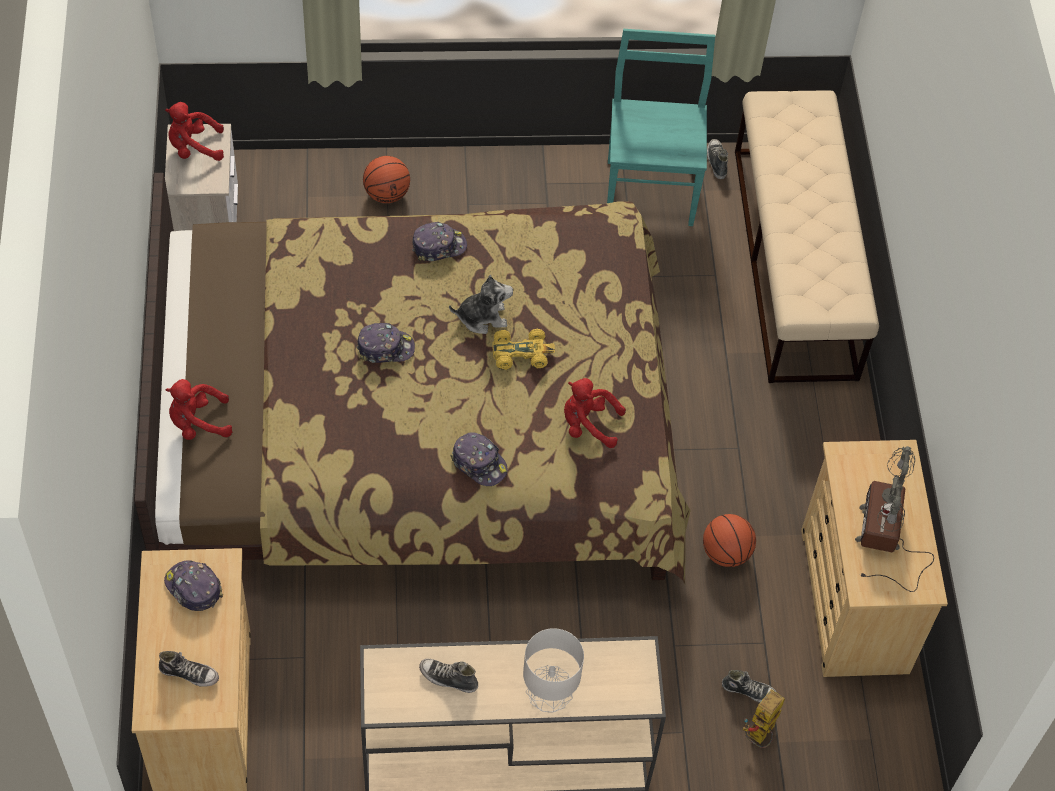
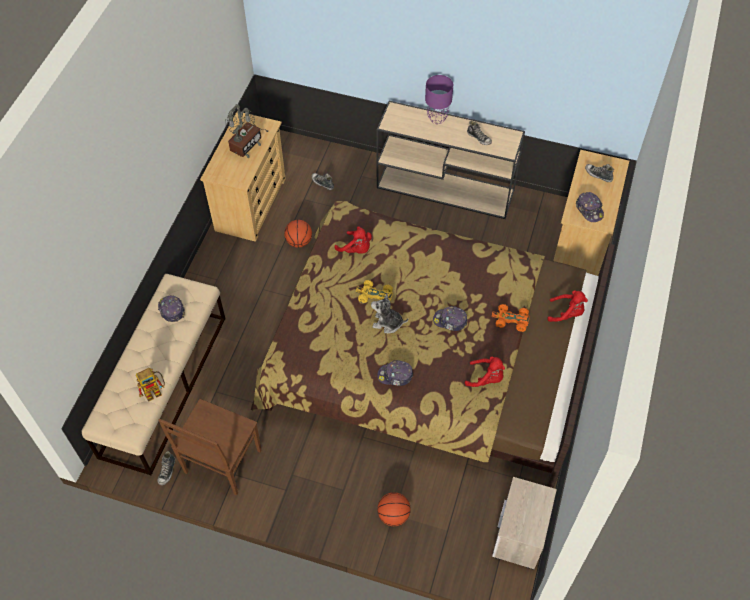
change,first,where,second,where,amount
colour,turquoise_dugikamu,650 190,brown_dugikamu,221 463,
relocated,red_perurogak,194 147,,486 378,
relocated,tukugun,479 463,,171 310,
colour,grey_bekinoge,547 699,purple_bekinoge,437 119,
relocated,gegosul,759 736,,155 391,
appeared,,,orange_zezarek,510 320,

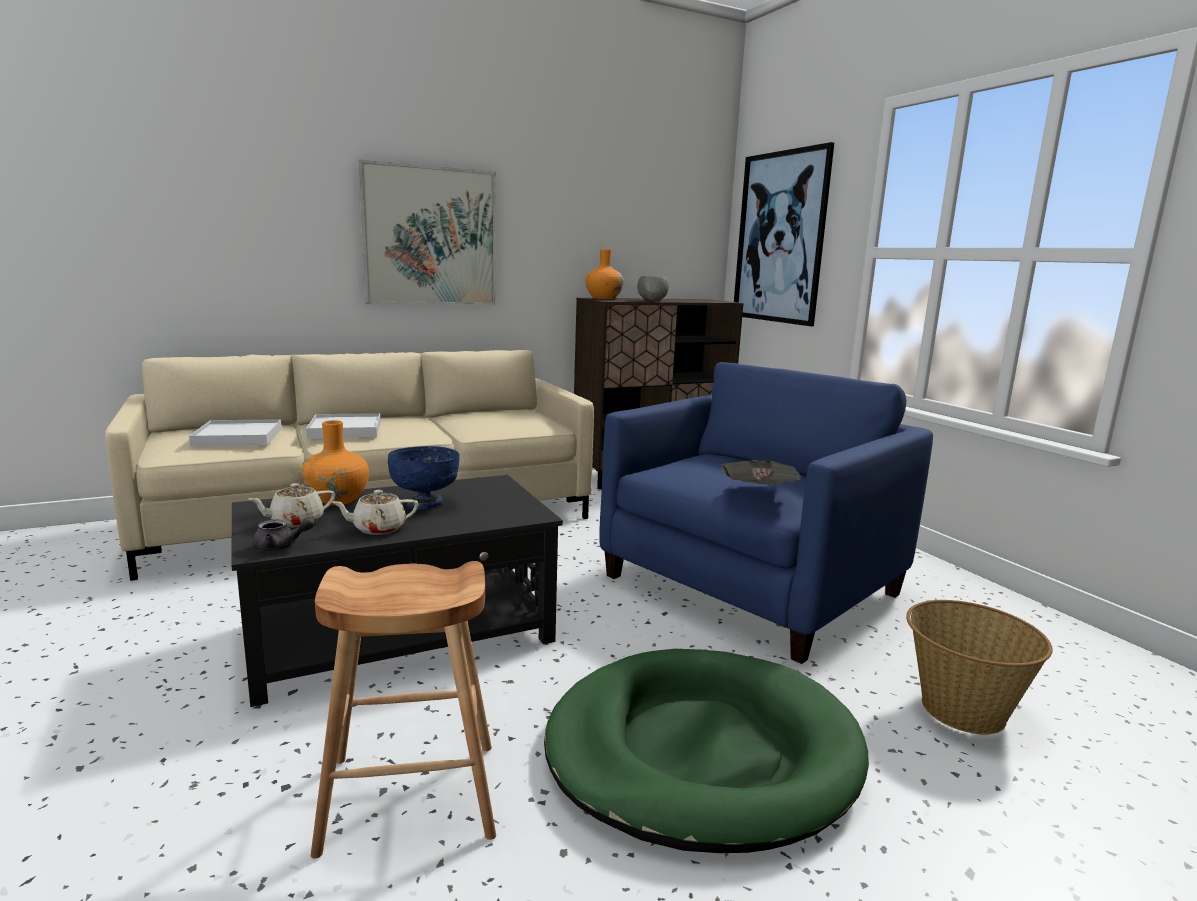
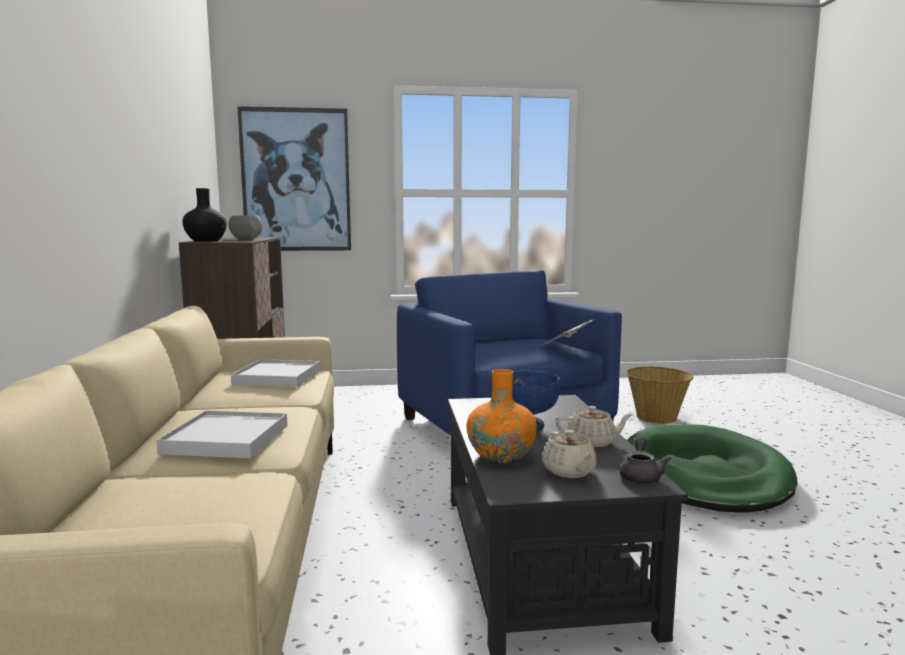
change,first,where,second,where,amount
missing,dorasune,430 237,,,
colour,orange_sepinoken,603 298,black_sepinoken,206 241,
relocated,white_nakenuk,238 437,,277 377,
spun,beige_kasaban,378 528,,592 442,90 degrees counterclockwise
missing,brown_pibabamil,411 796,,,

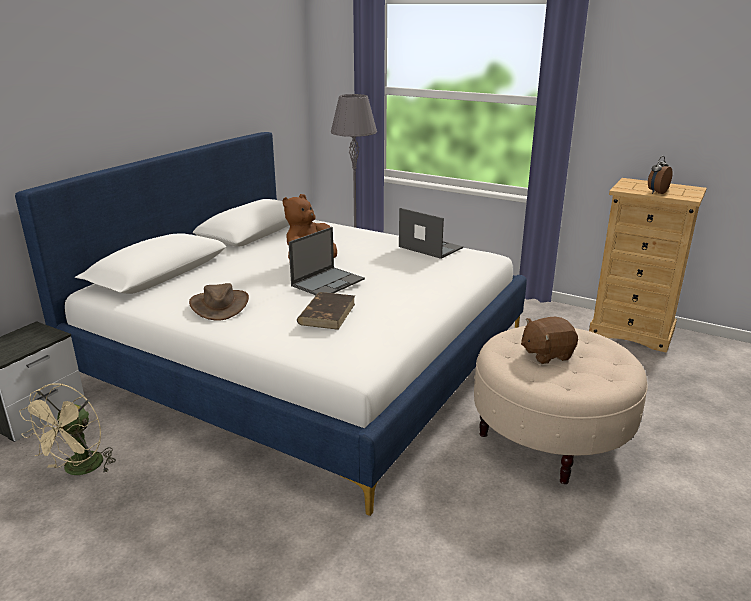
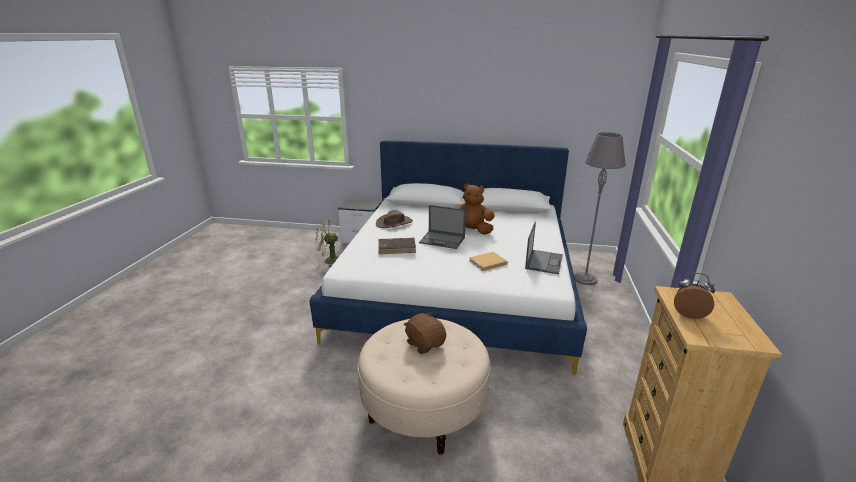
change,first,where,second,where,amount
appeared,,,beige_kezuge,487 262,

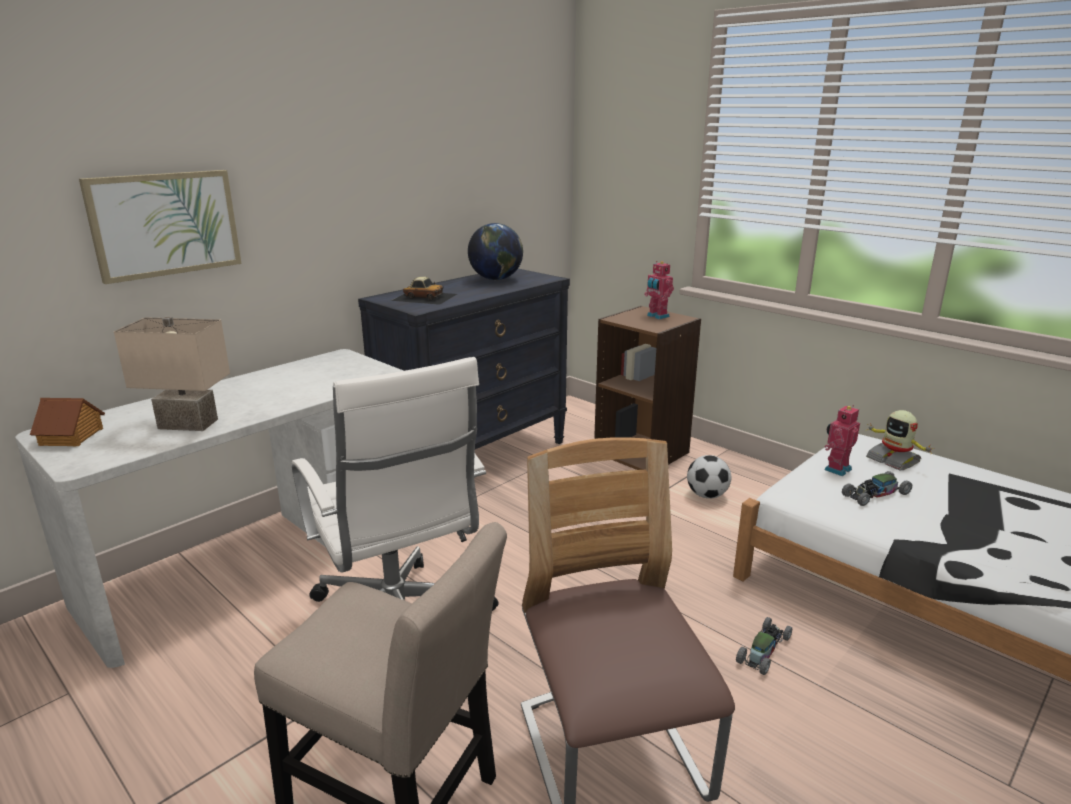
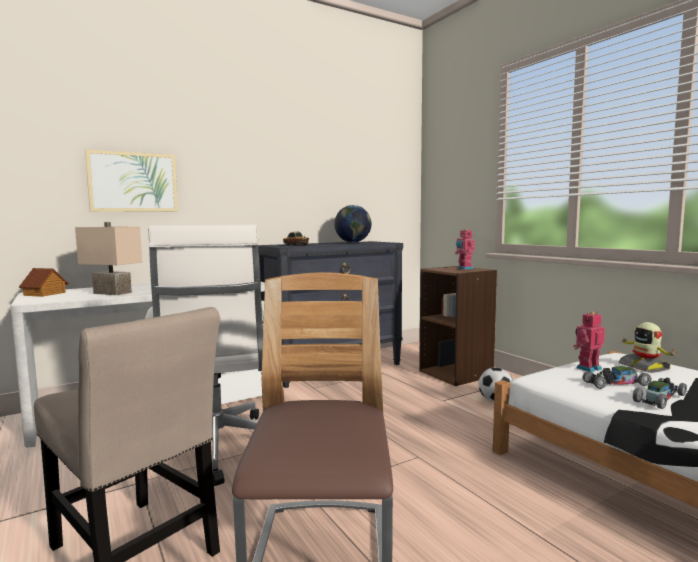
change,first,where,second,where,amount
relocated,zezarek,764 650,,660 398,

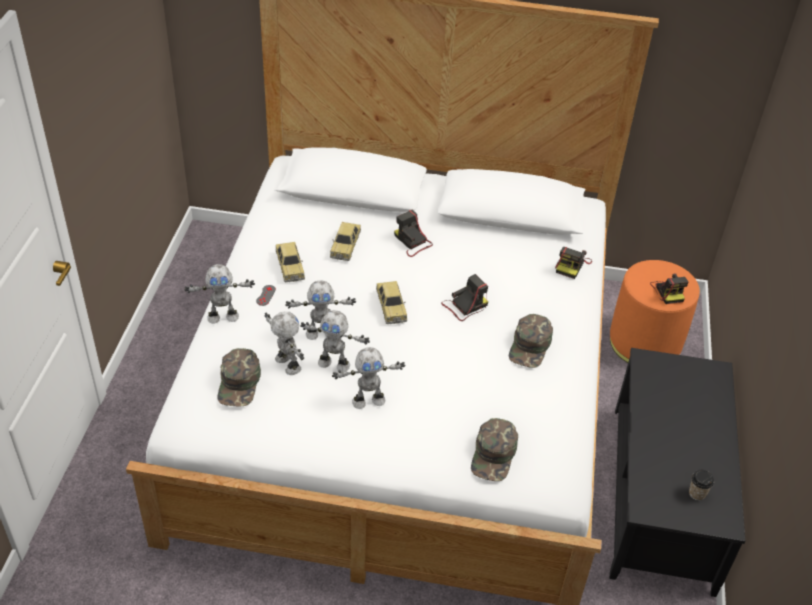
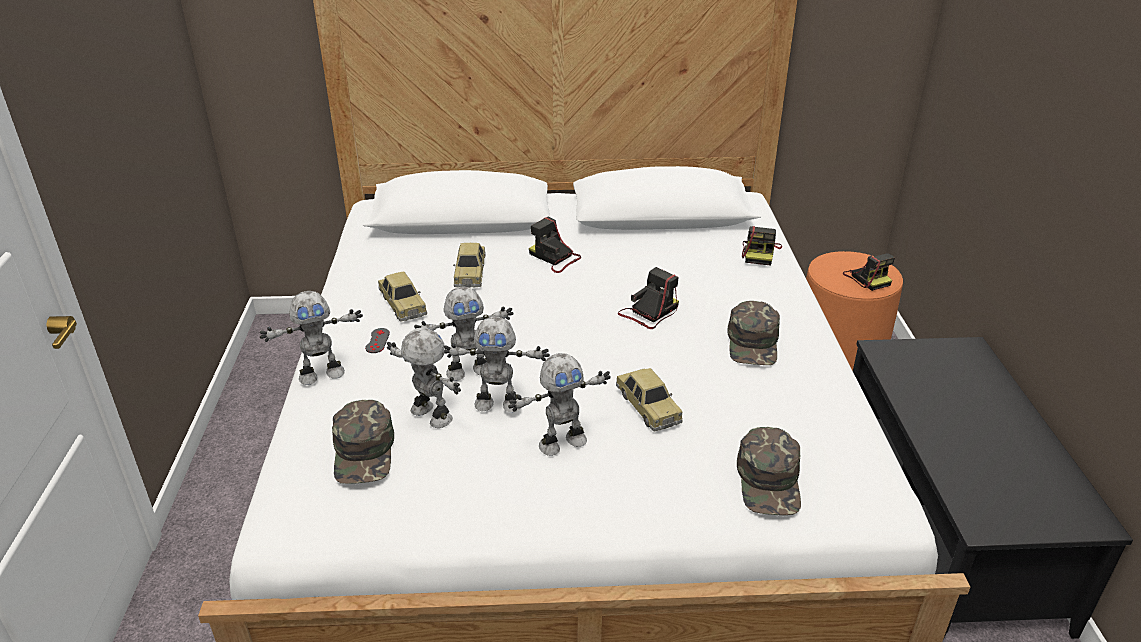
change,first,where,second,where,amount
relocated,zezarek,391 307,,648 406,
missing,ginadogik,697 493,,,

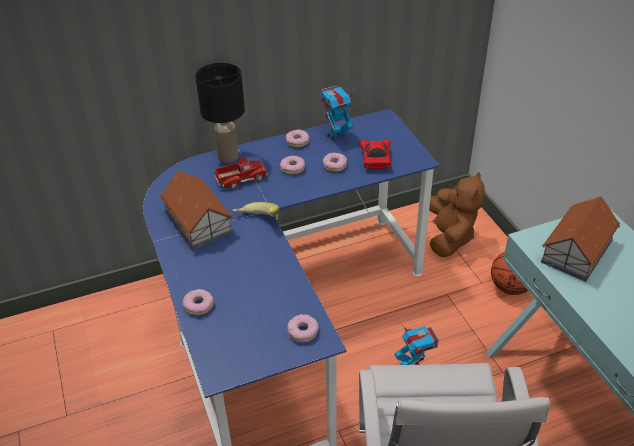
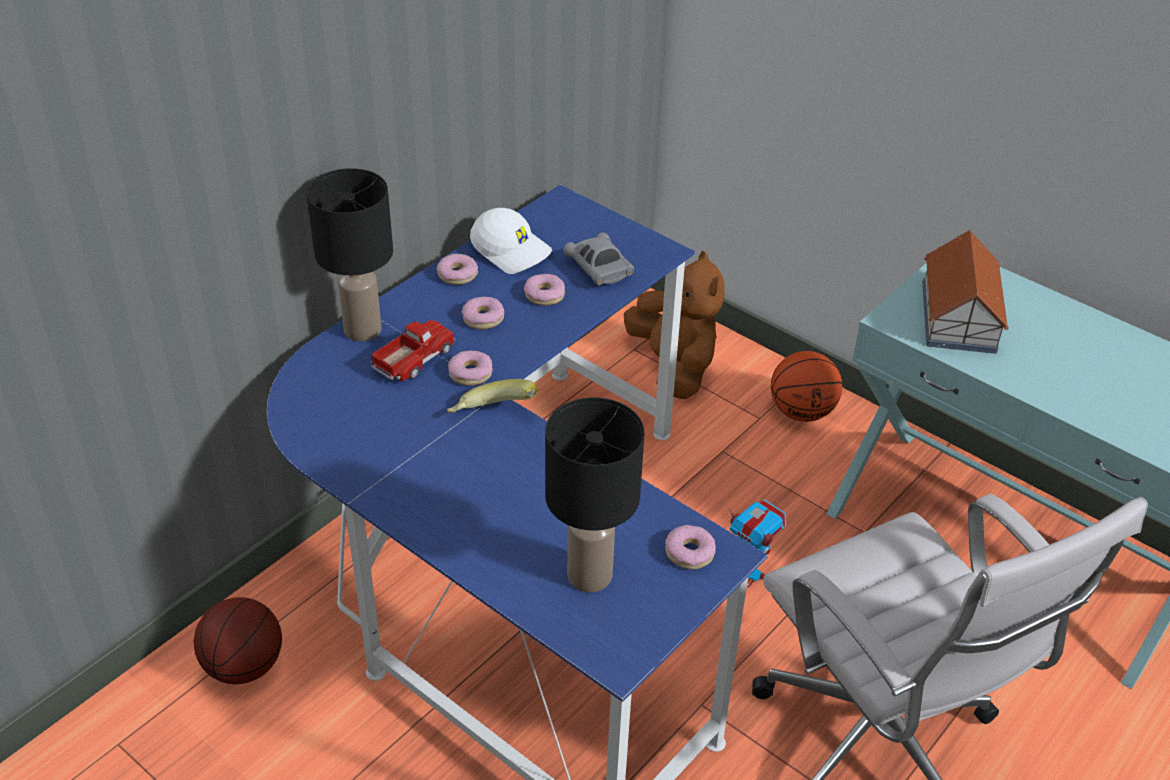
change,first,where,second,where,amount
exchanged,gegosul,336 136,white_tukugun,512 250,
colour,red_zezarek,375 160,grey_zezarek,599 269,
missing,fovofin,198 222,,,
relocated,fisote,198 305,,470 373,
appeared,,,black_bekinoge,591 575,
appeared,,,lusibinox,244 666,

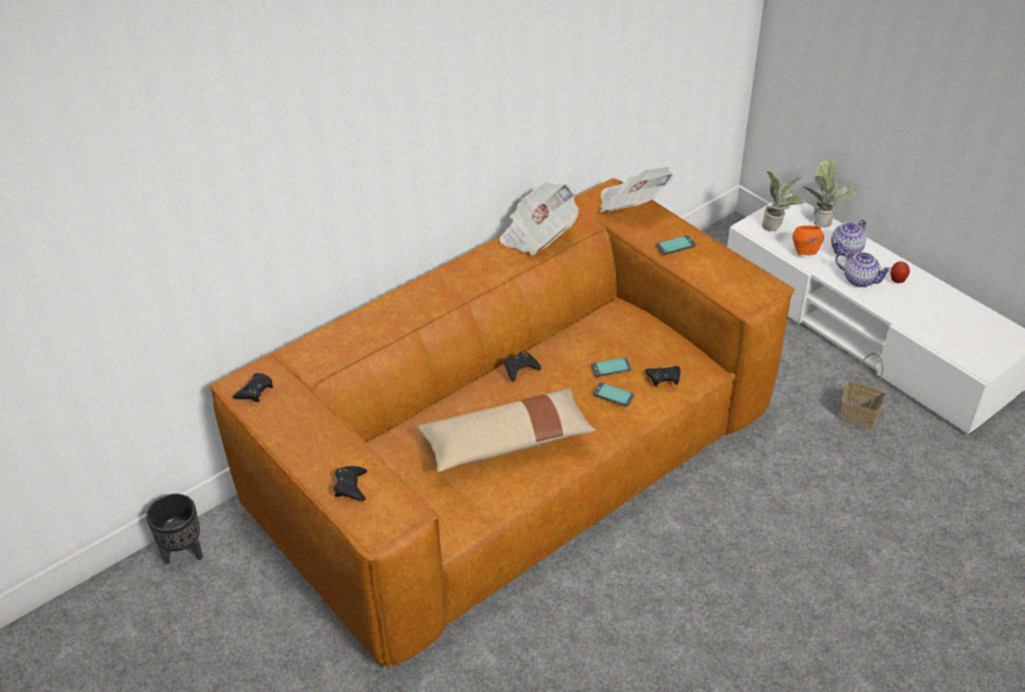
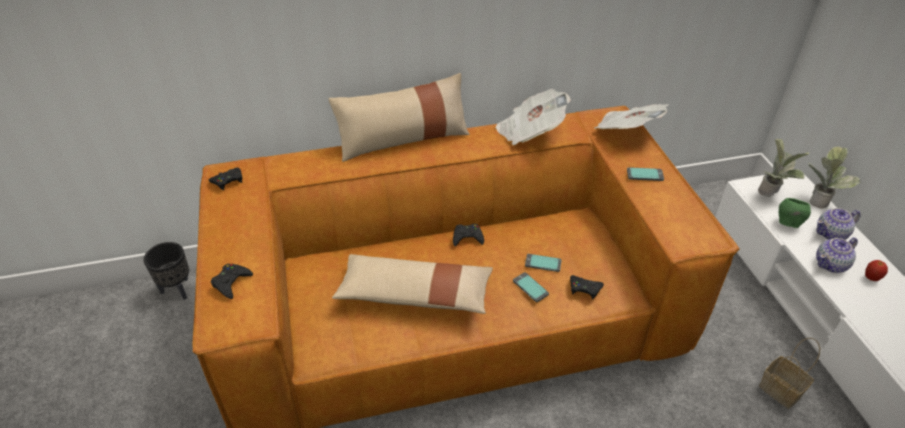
change,first,where,second,where,amount
colour,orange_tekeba,805 252,green_tekeba,788 223,
spun,kasaban,859 279,,831 264,90 degrees clockwise
appeared,,,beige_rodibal,403 139,

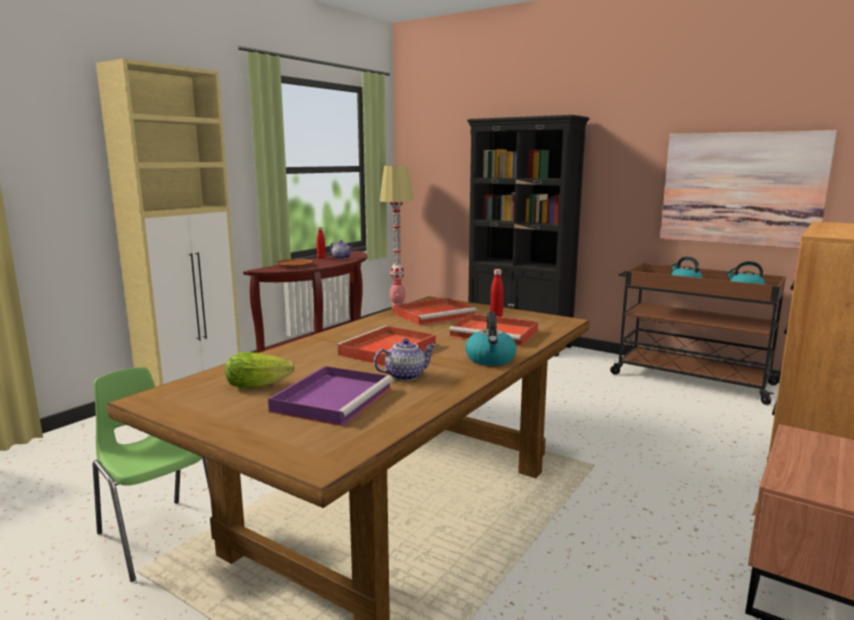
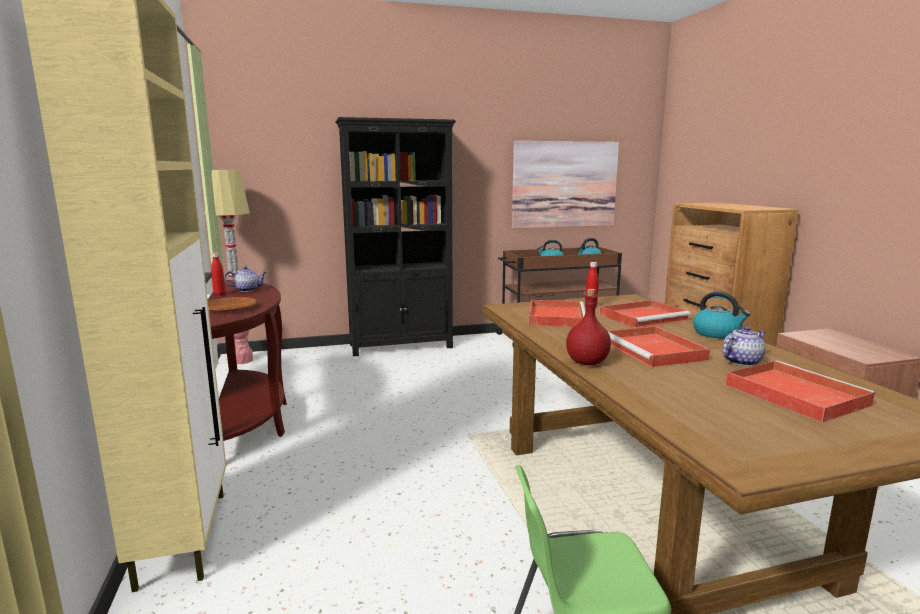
change,first,where,second,where,amount
spun,kasaban,405 376,,741 361,45 degrees clockwise
missing,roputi,261 384,,,
colour,purple_nakenuk,333 398,red_nakenuk,792 394,
appeared,,,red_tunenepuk,586 362,

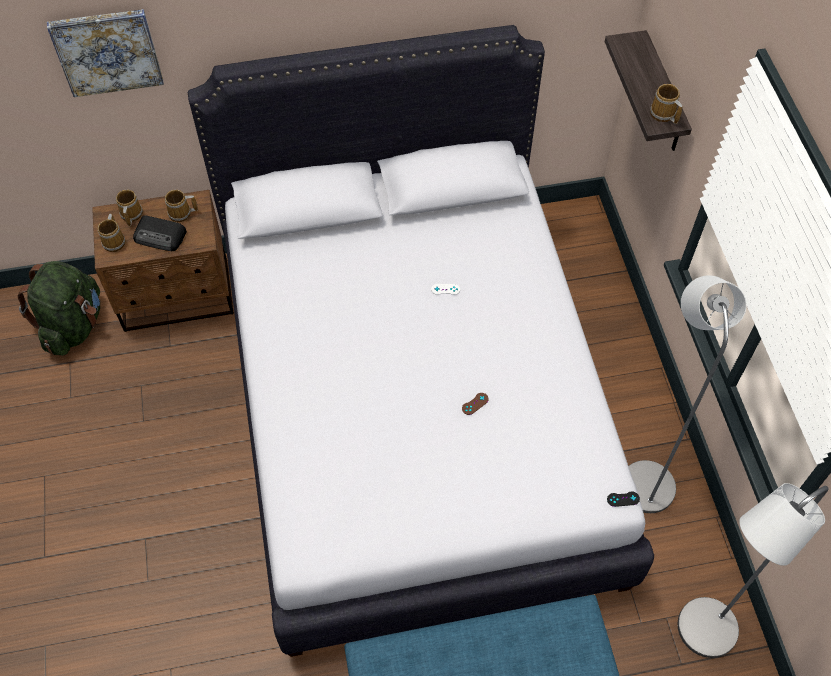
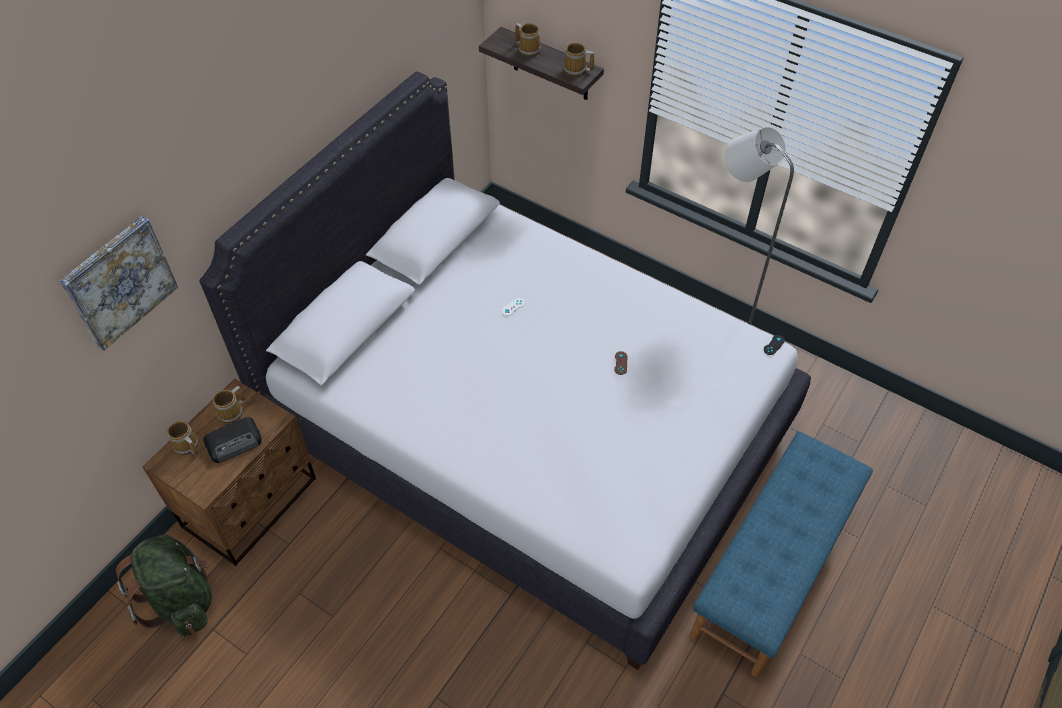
change,first,where,second,where,amount
relocated,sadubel,115 241,,528 49,
missing,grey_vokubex,698 635,,,

